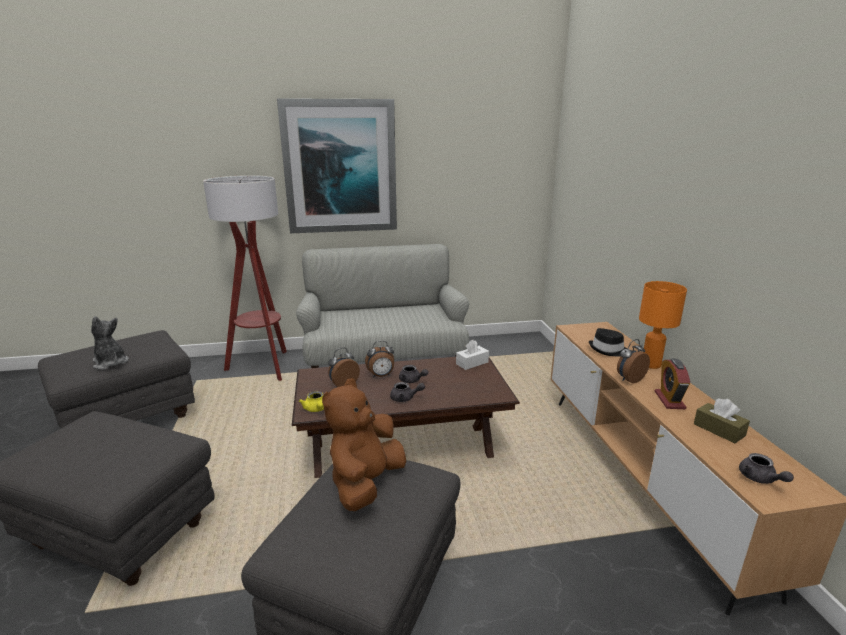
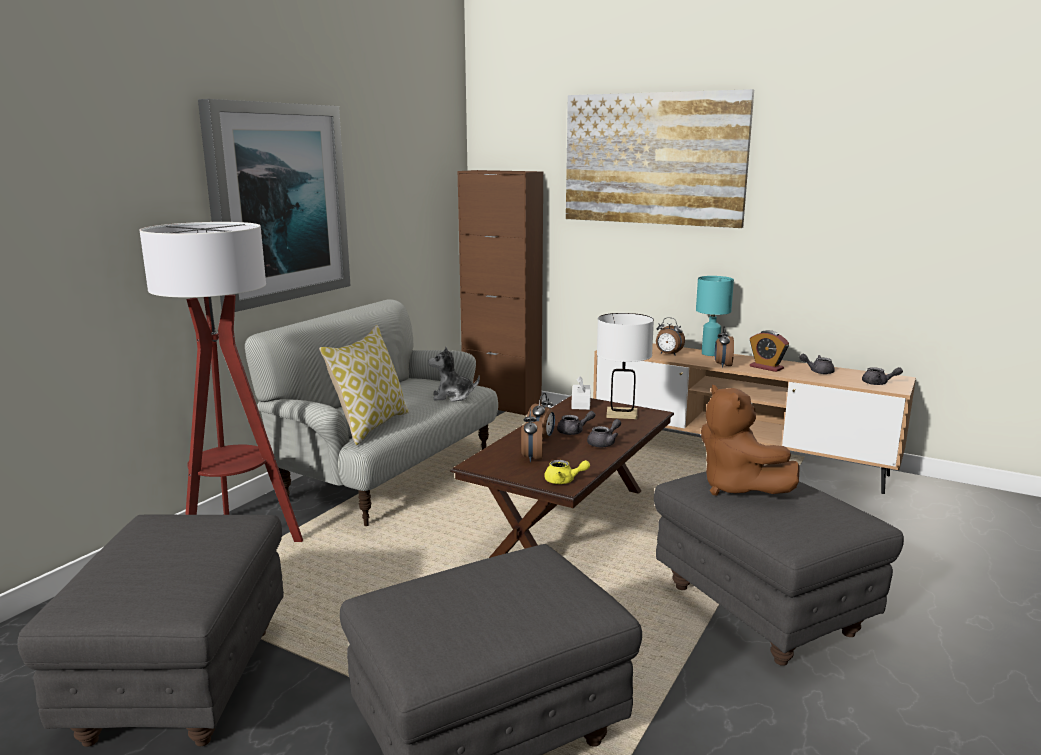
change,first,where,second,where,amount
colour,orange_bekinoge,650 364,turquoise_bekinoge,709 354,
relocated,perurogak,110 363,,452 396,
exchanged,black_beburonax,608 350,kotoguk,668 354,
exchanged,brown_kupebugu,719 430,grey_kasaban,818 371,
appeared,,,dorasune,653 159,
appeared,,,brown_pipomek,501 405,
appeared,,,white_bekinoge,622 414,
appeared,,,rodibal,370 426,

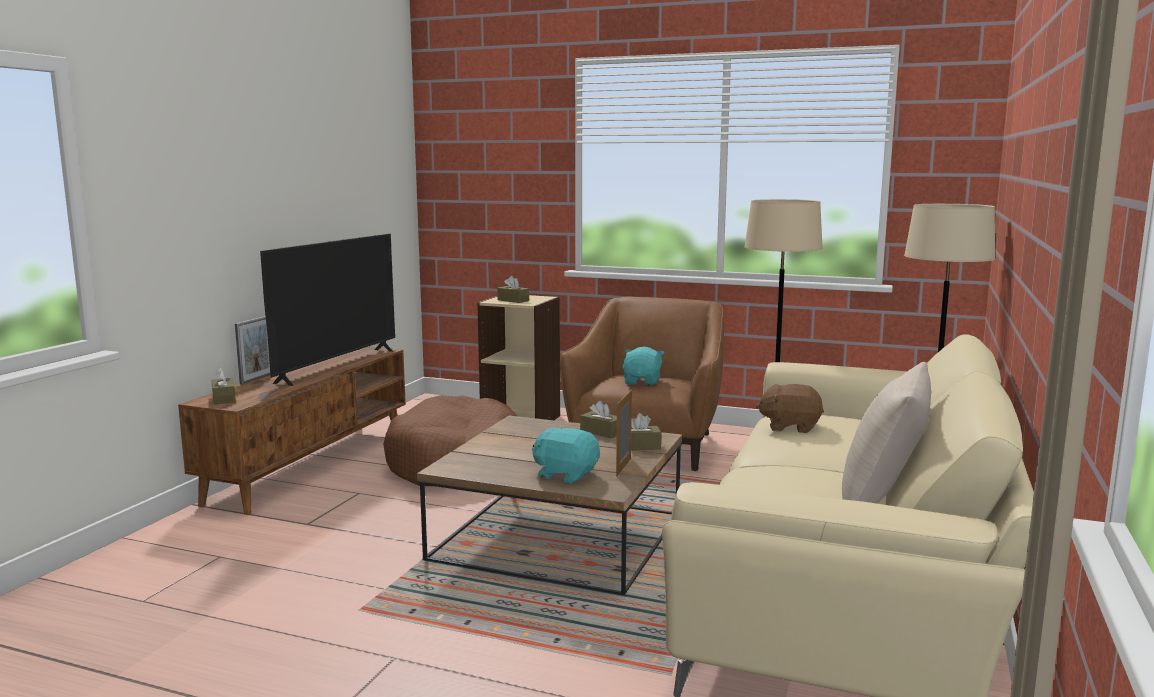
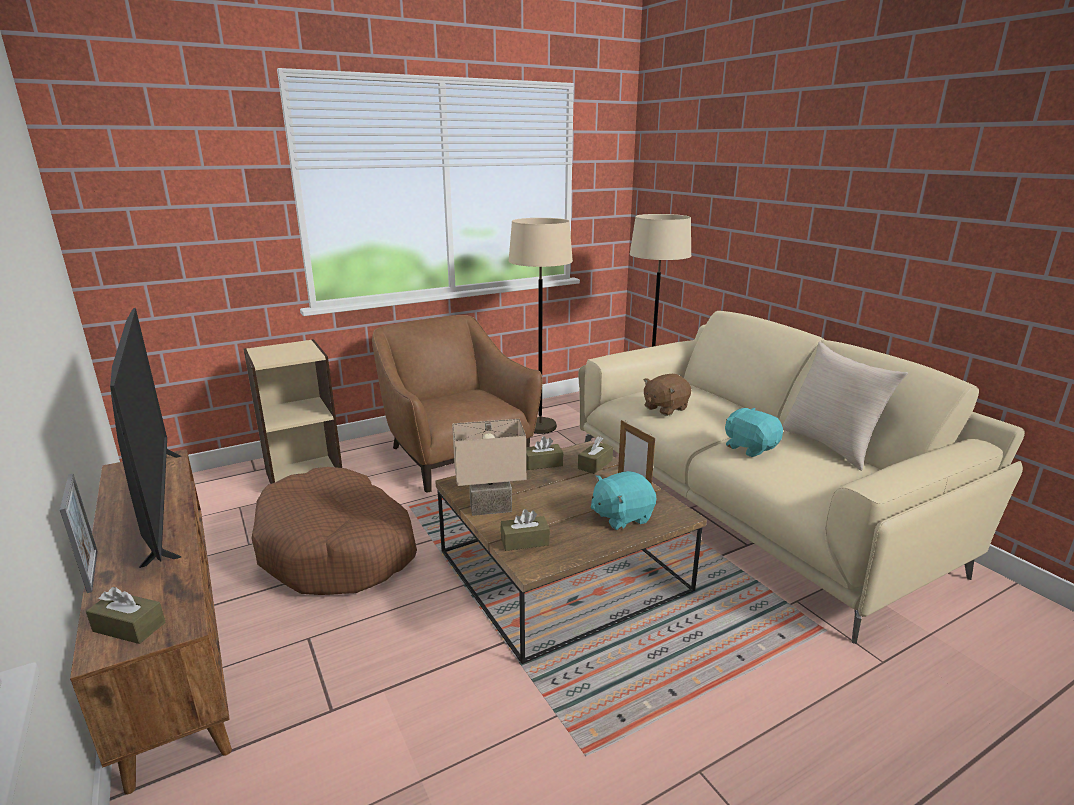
change,first,where,second,where,amount
relocated,brown_kupebugu,513 300,,525 541,
relocated,turquoise_perurogak,642 382,,750 447,
appeared,,,beige_bekinoge,491 506,

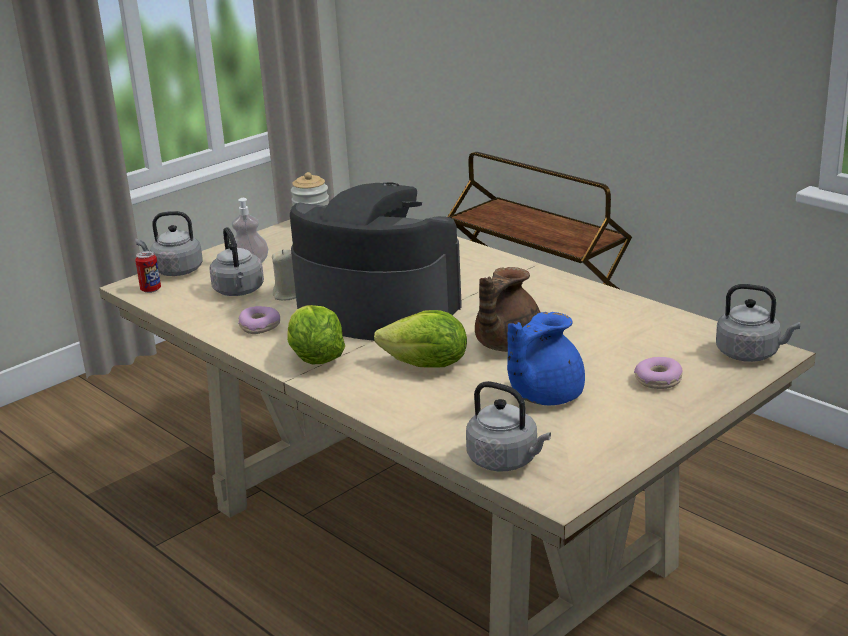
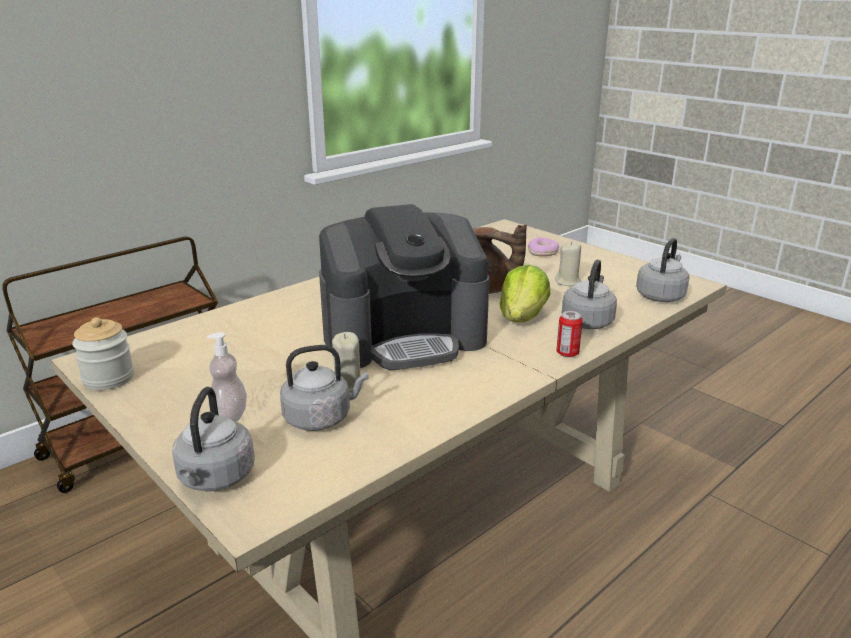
change,first,where,second,where,amount
spun,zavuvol,377 310,,404 337,135 degrees counterclockwise
relocated,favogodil,151 289,,567 353,
relocated,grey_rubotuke,750 354,,588 321,
missing,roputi,315 358,,,
missing,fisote,260 326,,,
exchanged,blue_kasaban,543 395,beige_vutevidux,568 282,

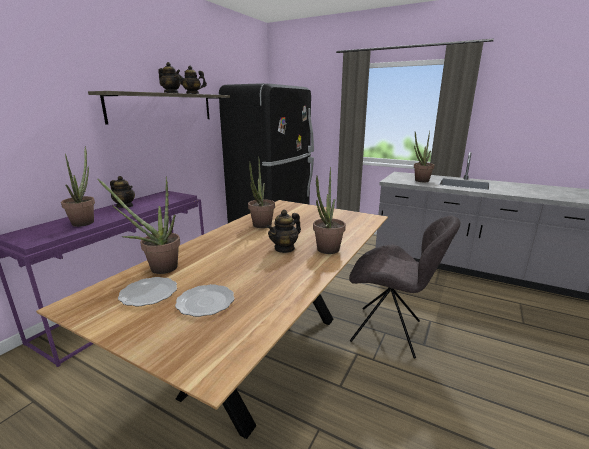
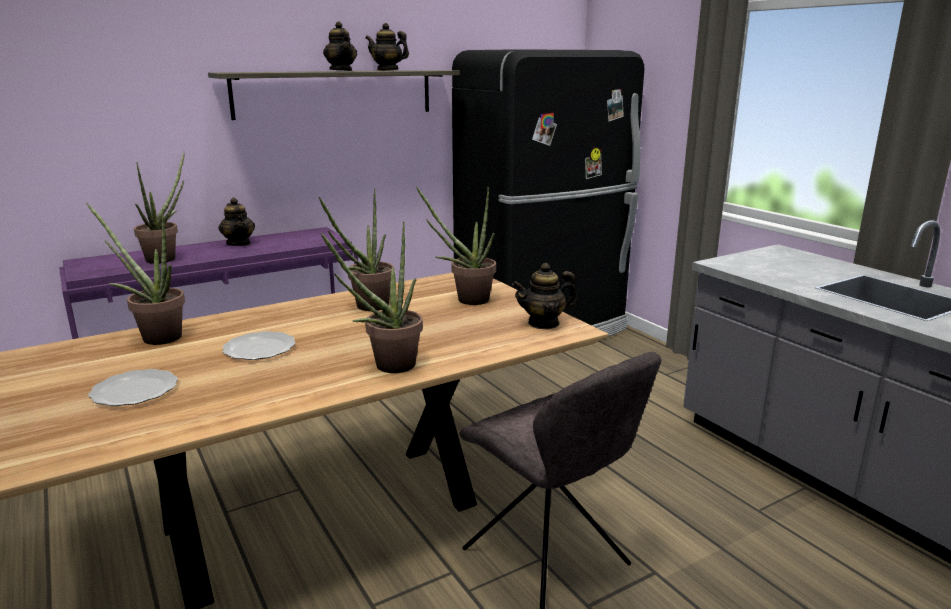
change,first,where,second,where,amount
relocated,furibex,420 181,,466 300,
relocated,kasaban,284 248,,544 323,
relocated,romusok,149 293,,260 348,

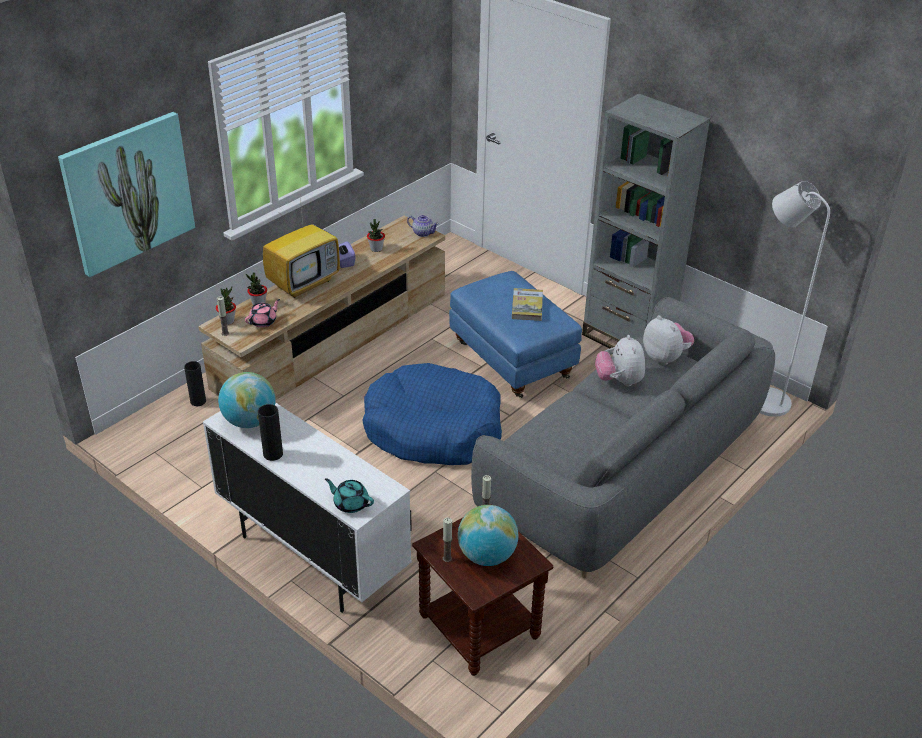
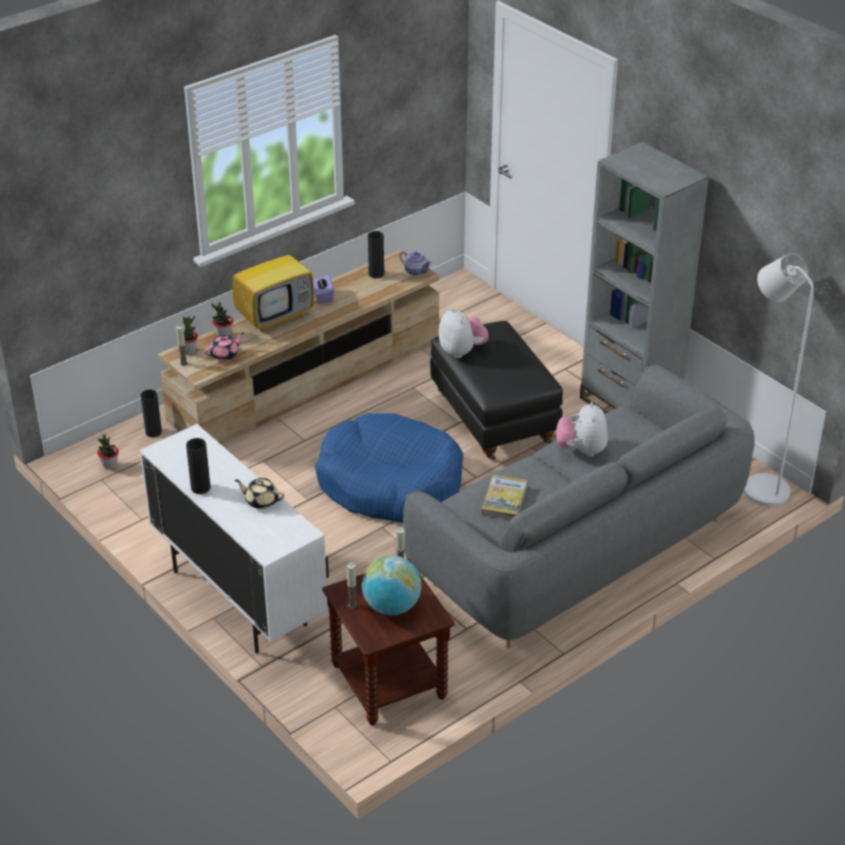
change,first,where,second,where,amount
missing,dorasune,128 192,,,
relocated,furibex,376 249,,109 465,
colour,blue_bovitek,511 362,black_bovitek,493 420,
relocated,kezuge,527 306,,504 500,
relocated,perurogak,665 357,,462 351,
missing,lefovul,249 421,,,
missing,turquoise_kasaban,350 503,,,
appeared,,,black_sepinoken,376 274,
appeared,,,beige_kasaban,261 501,

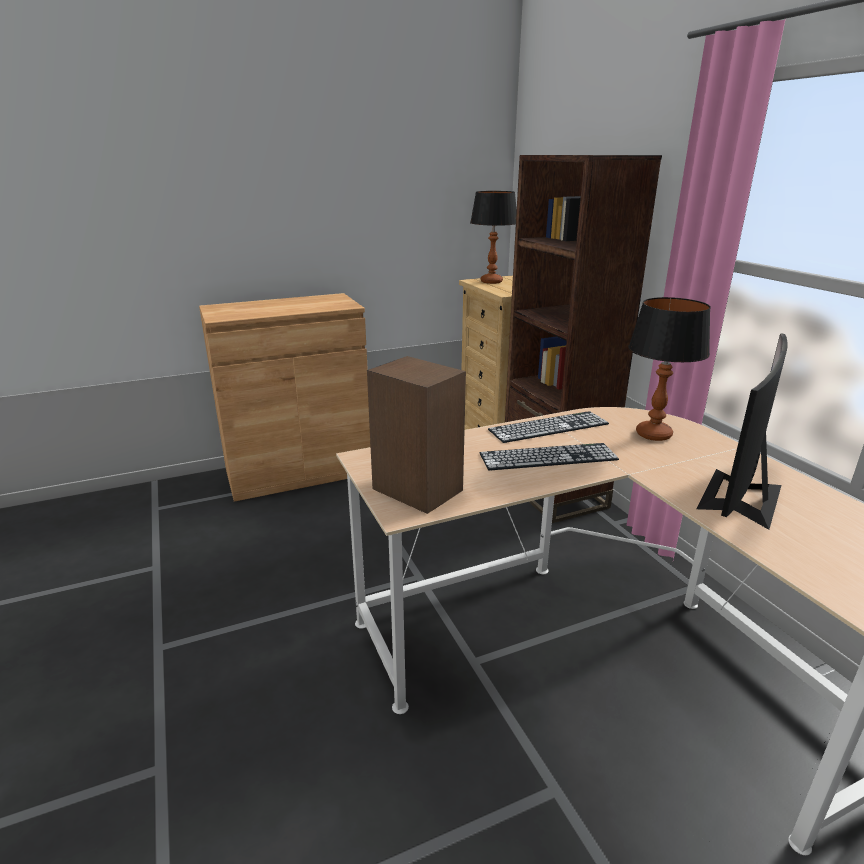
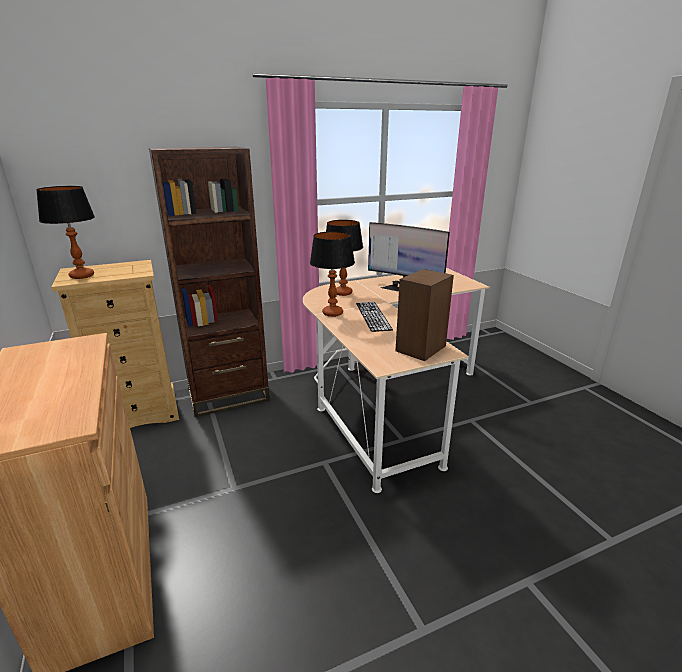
change,first,where,second,where,amount
exchanged,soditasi,548 427,bekinoge,332 313,

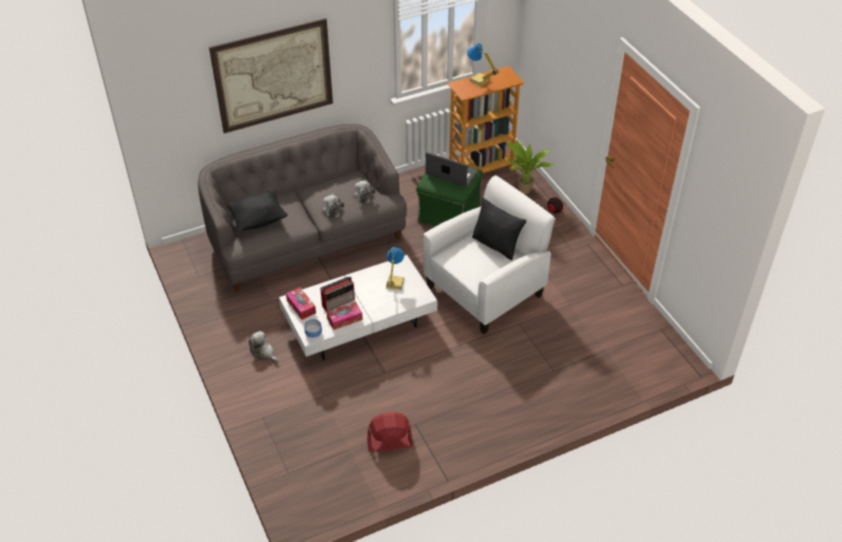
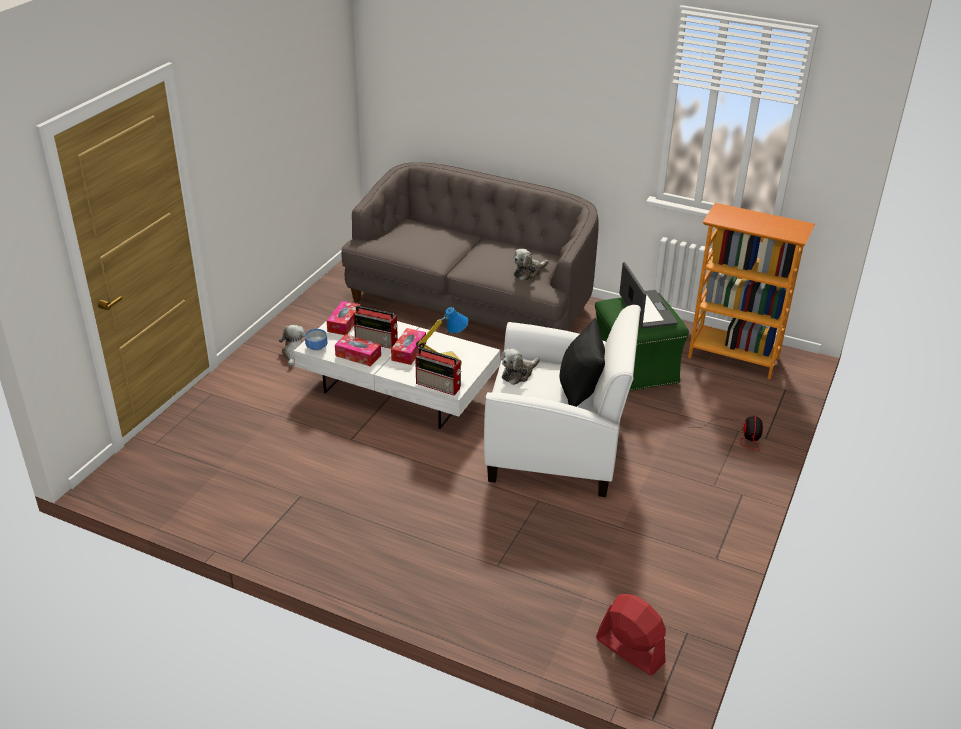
change,first,where,second,where,amount
missing,dorasune,273 76,,,
missing,bekinoge,479 81,,,
missing,furibex,523 192,,,
missing,black_rodibal,258 220,,,
relocated,perurogak,332 209,,518 374,
relocated,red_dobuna,389 443,,629 650,
appeared,,,kupebugu,409 351,
appeared,,,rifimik,439 386,

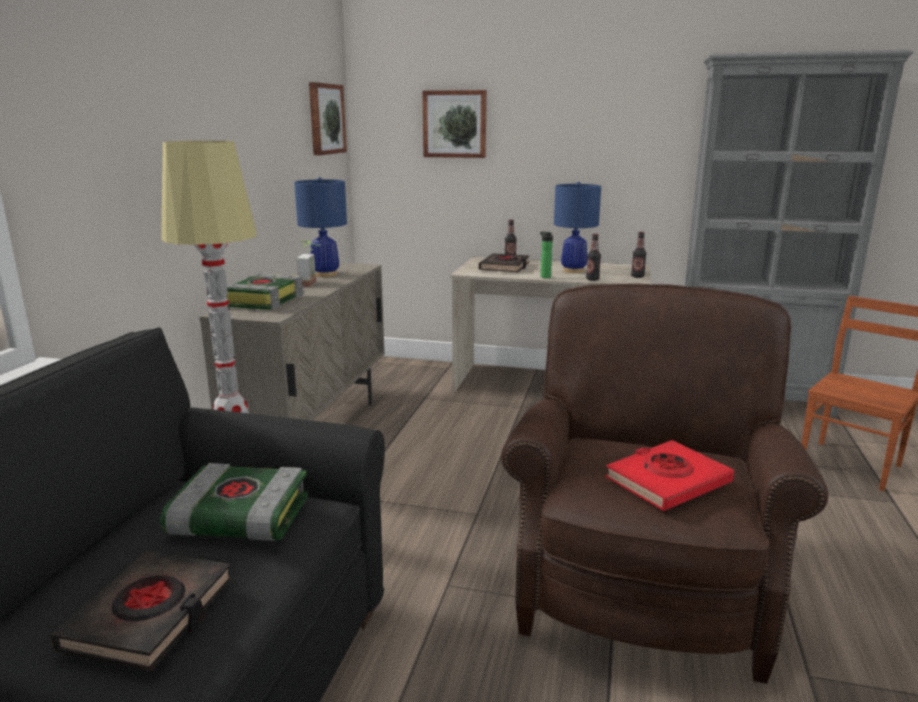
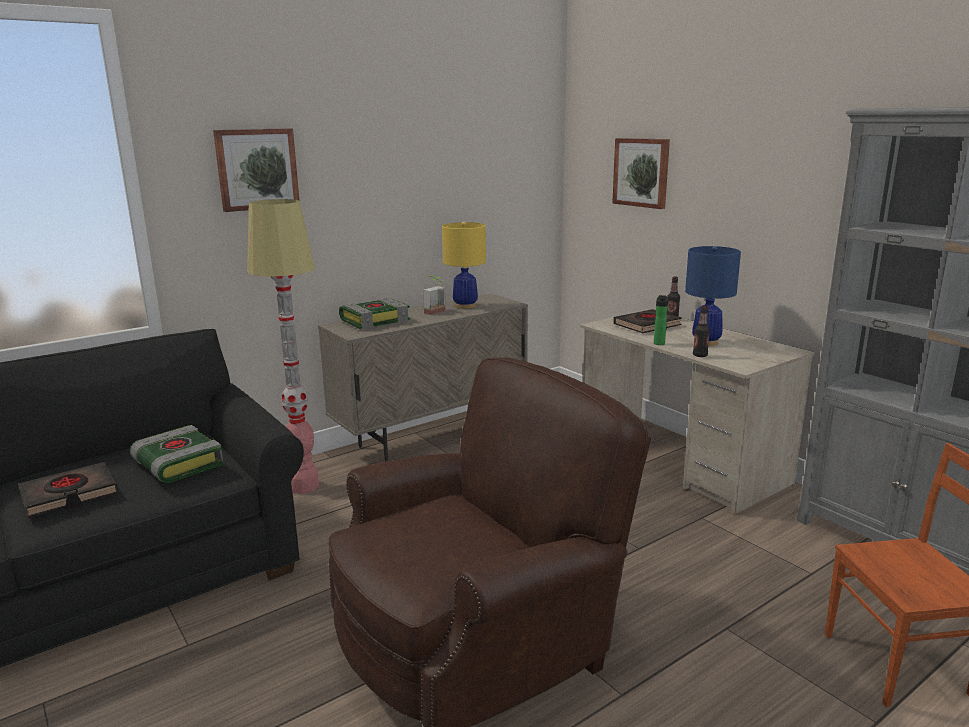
change,first,where,second,where,amount
relocated,dorasune,325 119,,257 169,
colour,blue_bekinoge,325 274,yellow_bekinoge,465 306,
missing,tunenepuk,637 277,,,
missing,red_kezuge,667 481,,,

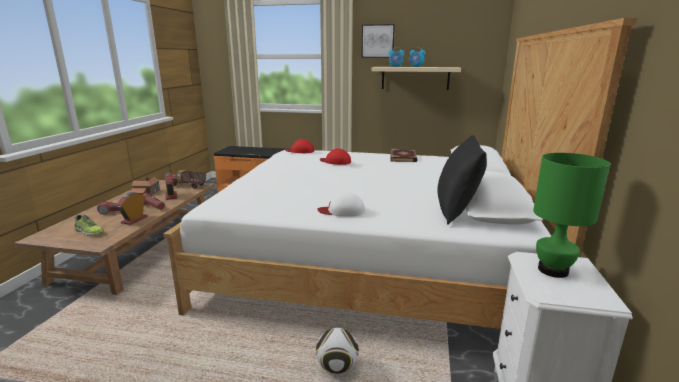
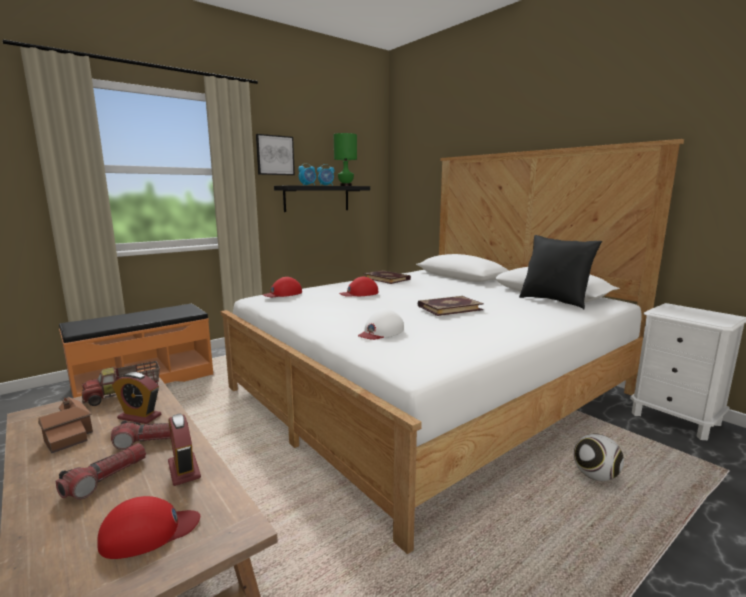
change,first,where,second,where,amount
colour,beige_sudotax,415 78,black_sudotax,317 198,
relocated,green_bekinoge,553 270,,346 186,
relocated,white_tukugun,342 211,,381 332,
exchanged,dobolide,88 231,red_tukugun,149 532,
appeared,,,kezuge,449 308,

